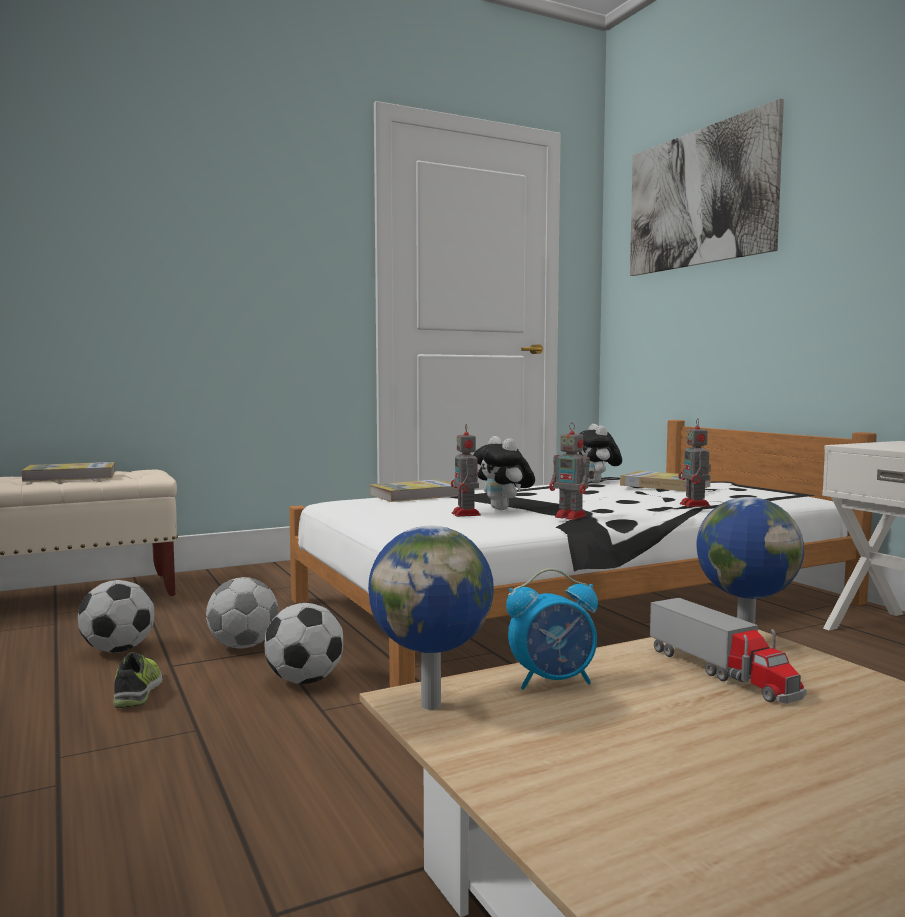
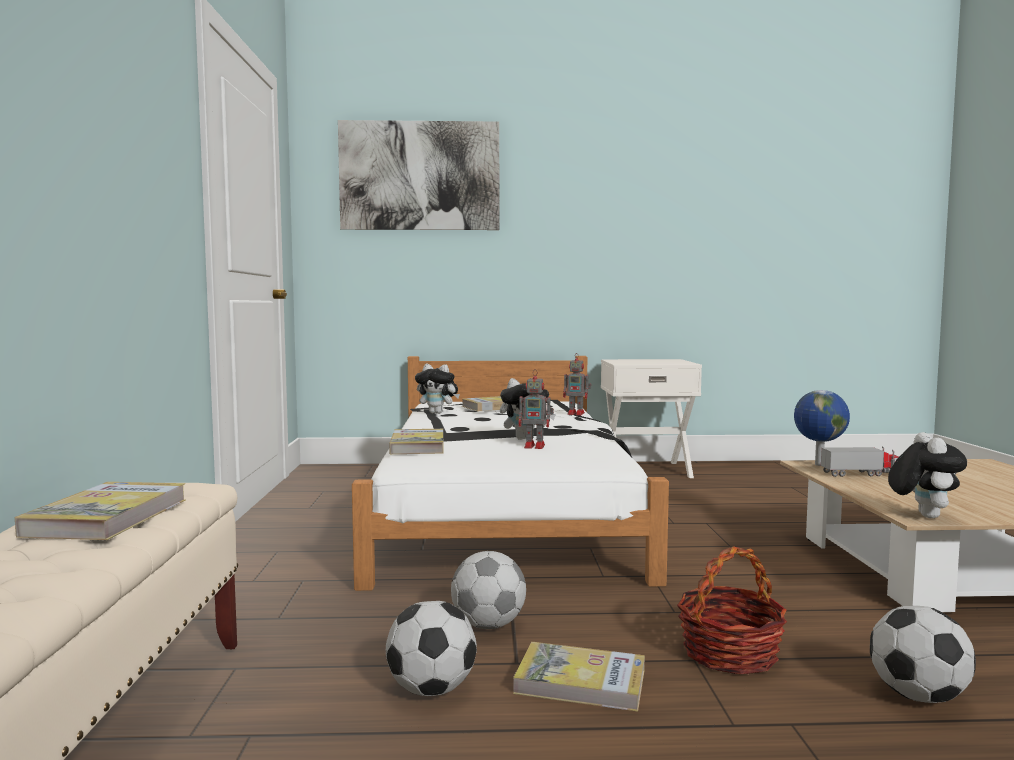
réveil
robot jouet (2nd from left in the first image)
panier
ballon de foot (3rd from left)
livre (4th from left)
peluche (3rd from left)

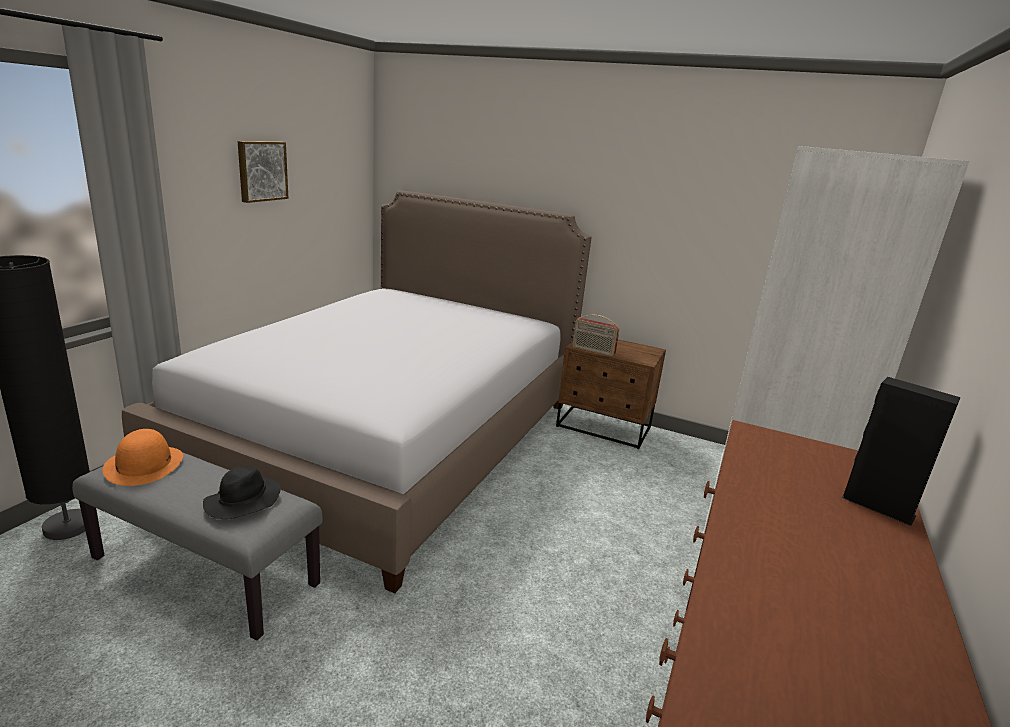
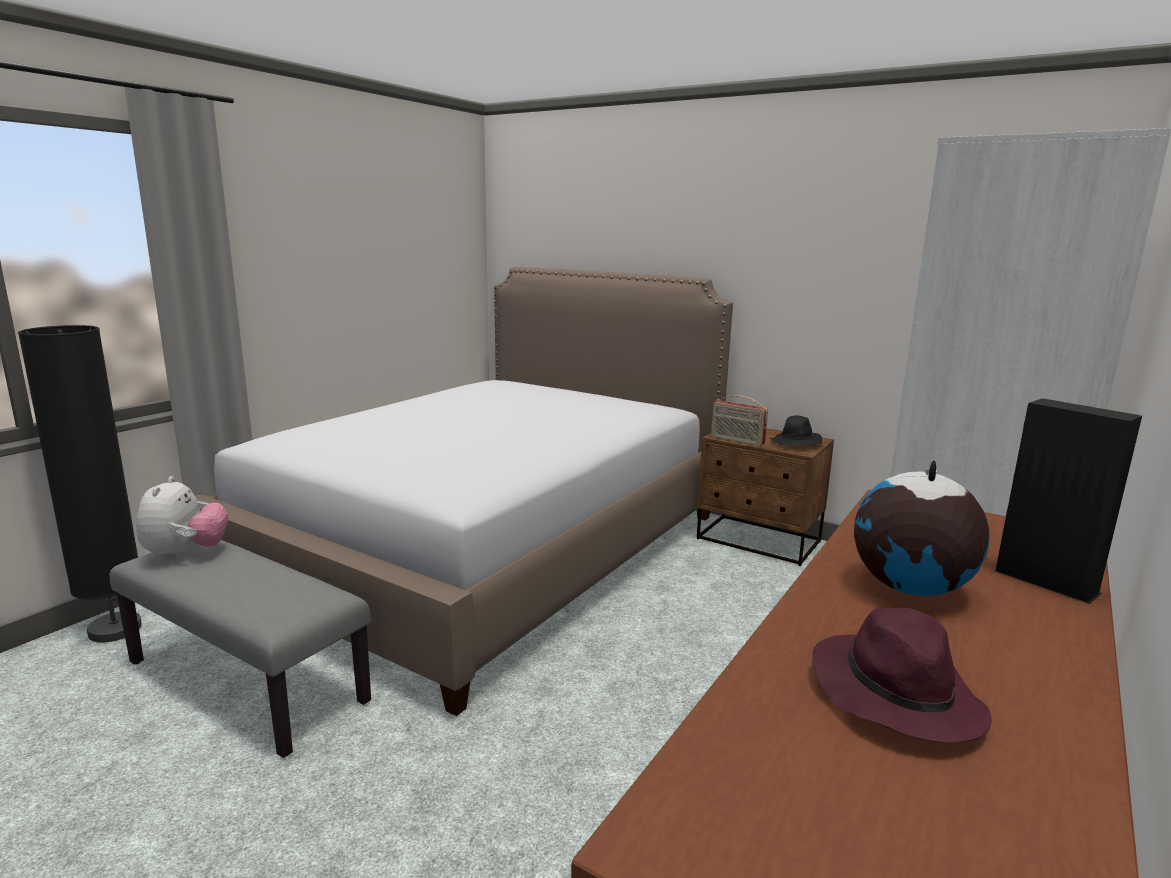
tableau
chapeau [violet]
globe
chapeau [noir]
peluche

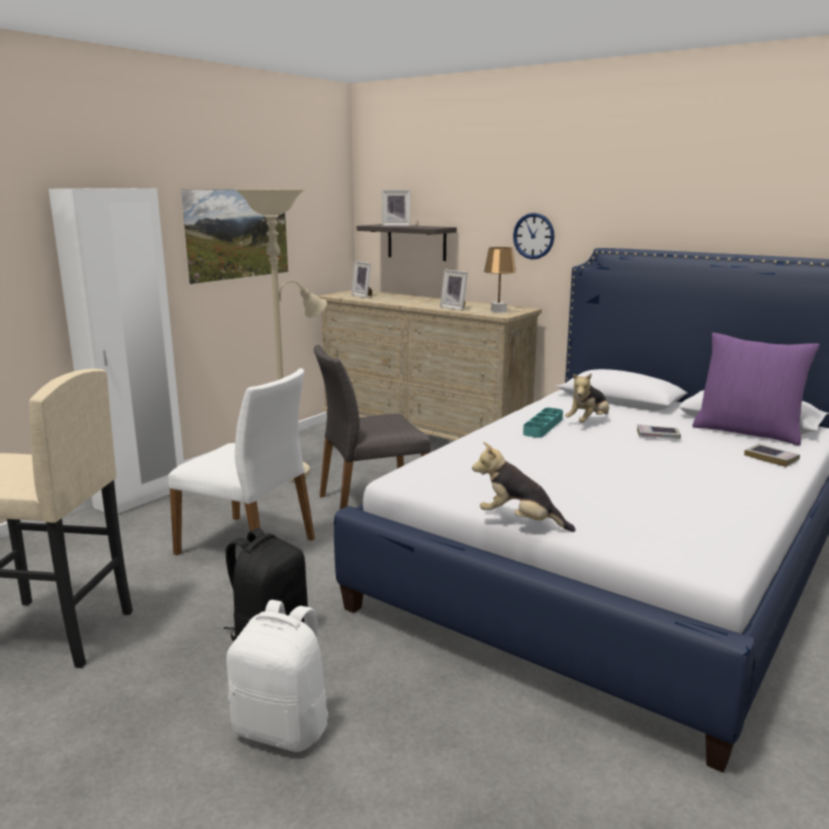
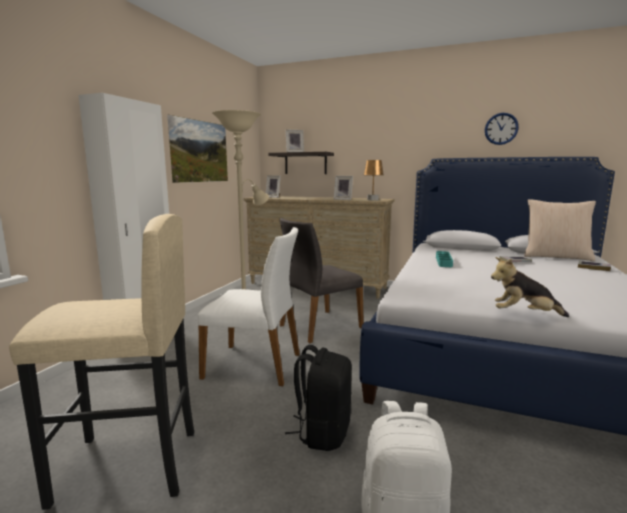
peluche (2nd from left in the first image)
horloge murale
coussin [beige]

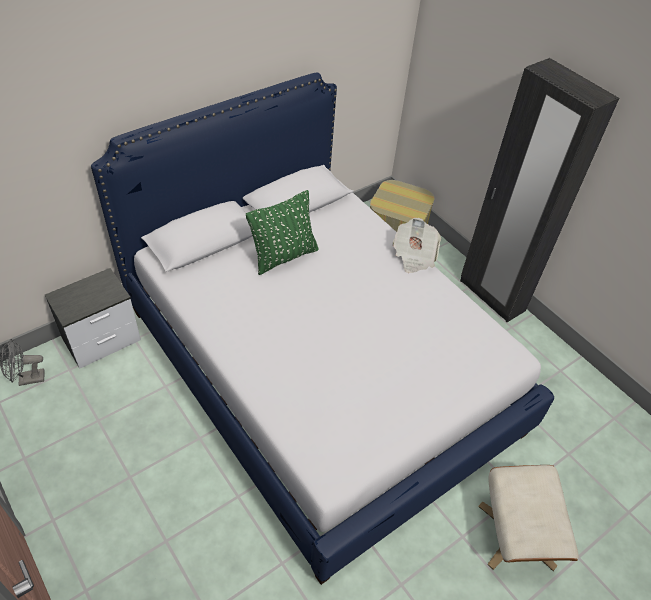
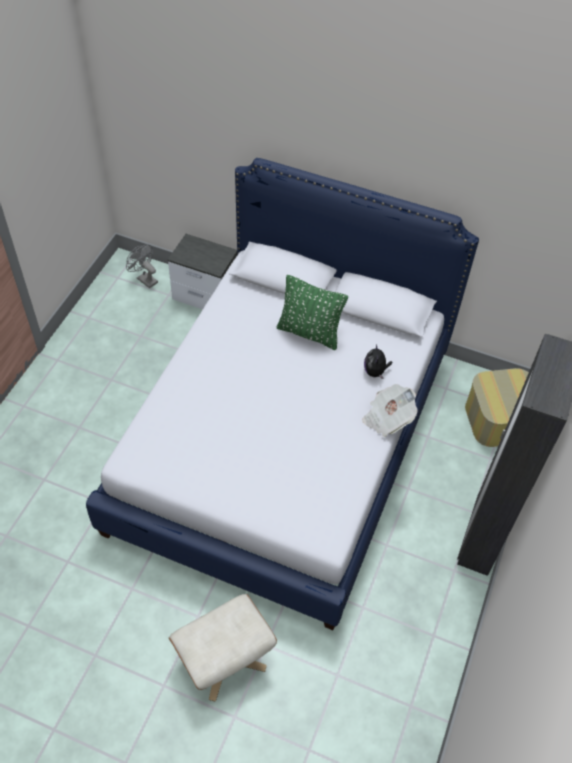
peluche

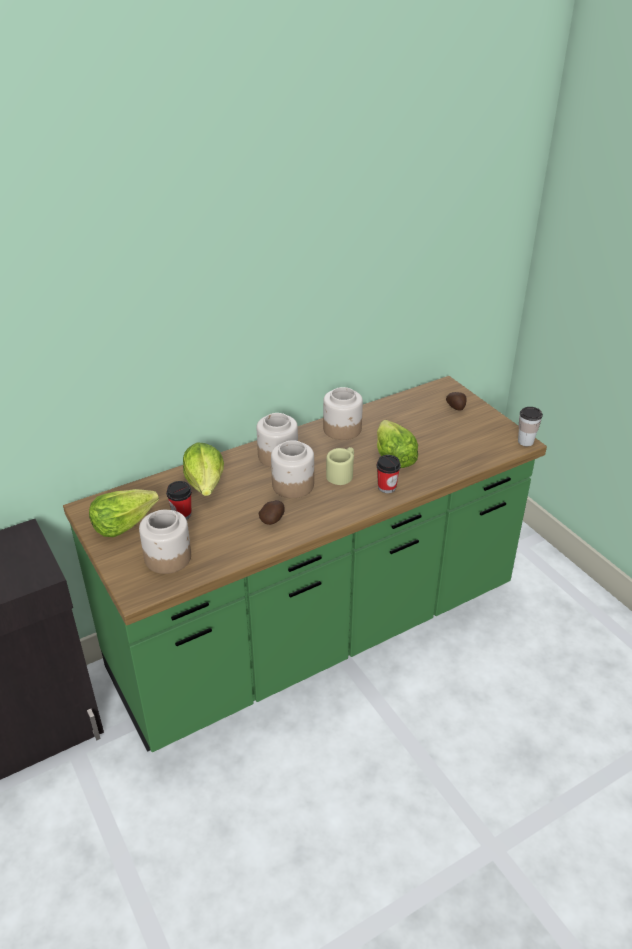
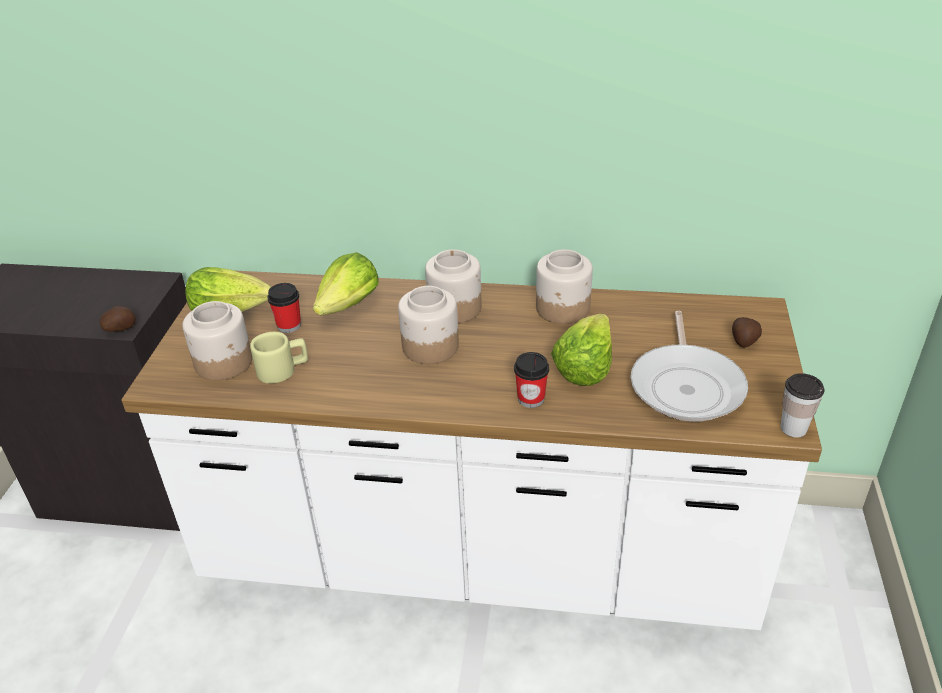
poêle
pomme de terre (1st from left)
mug [beige]
comptoir de cuisine [blanc]

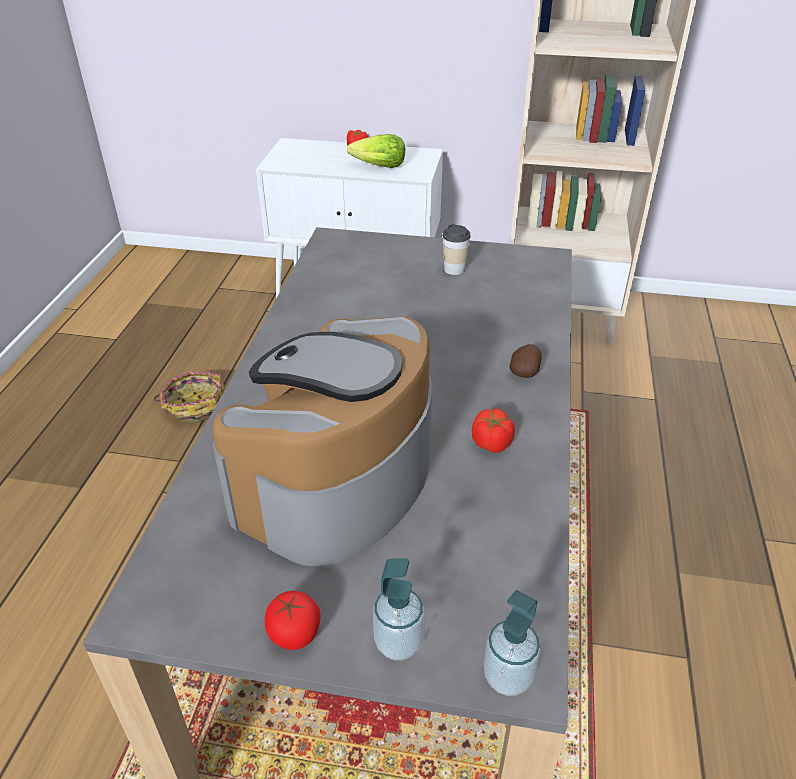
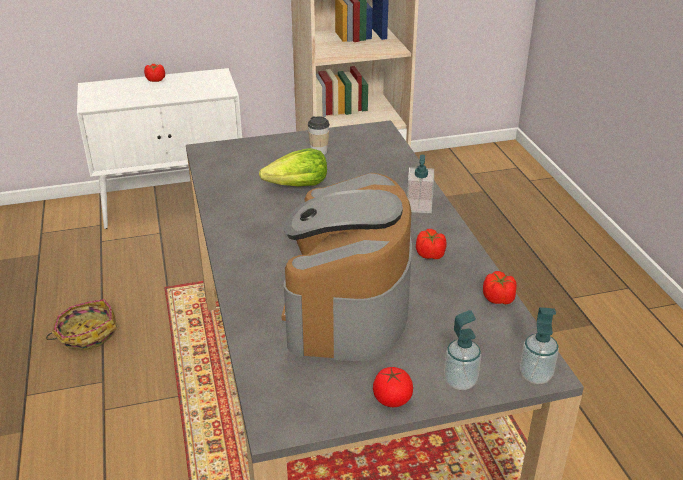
tomate (4th from left)
laitue
distributeur de savon (1st from left)

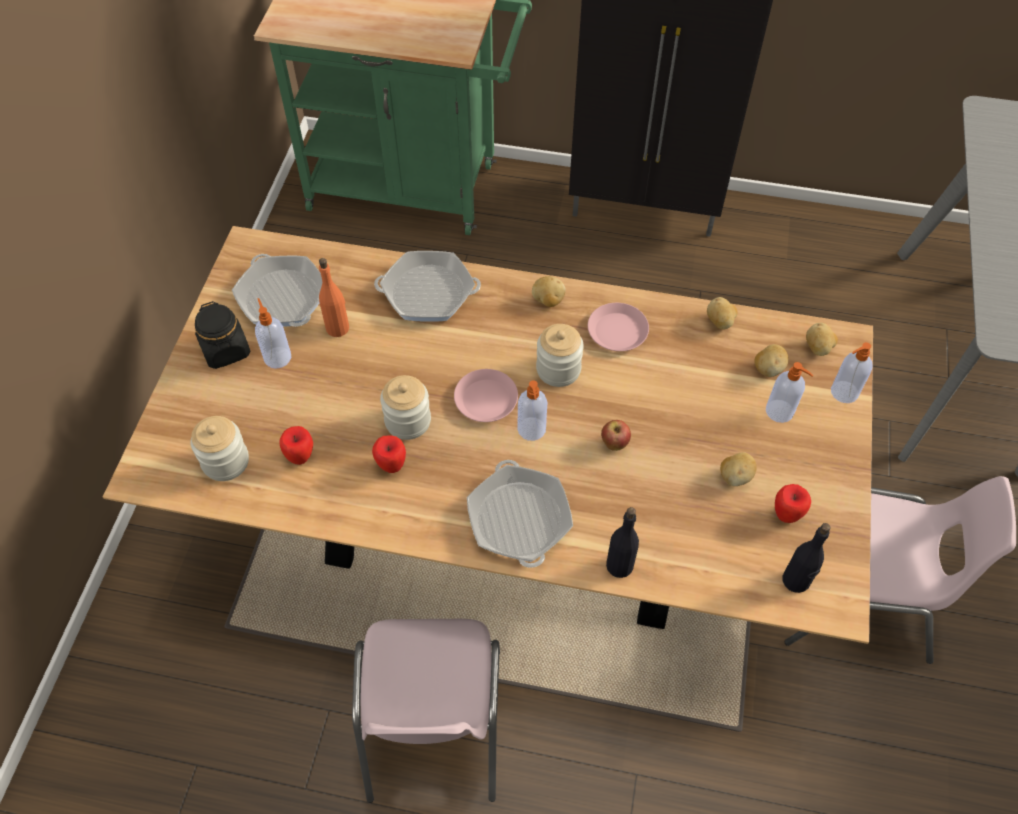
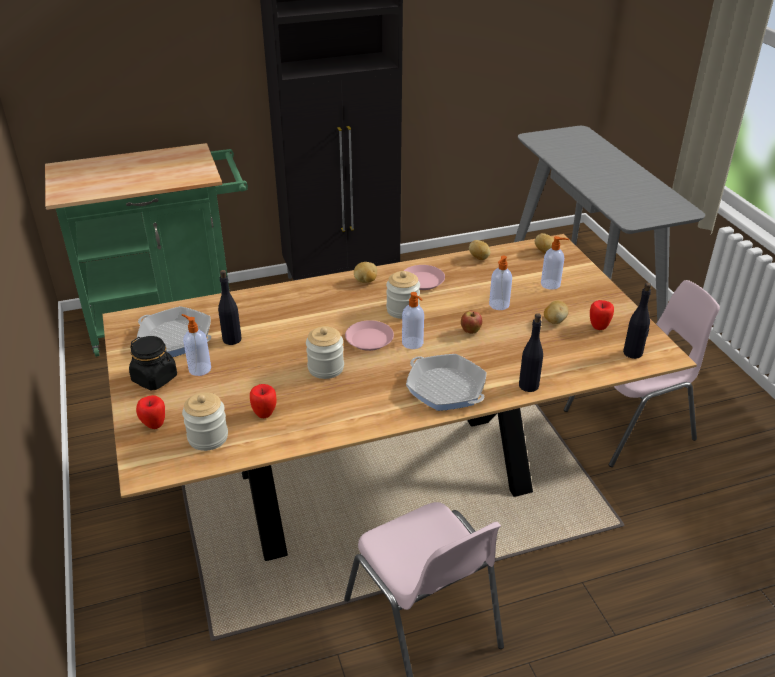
poêle (2nd from left in the first image)
pomme de terre (4th from left in the first image)
pomme (1st from left)
distributeur de savon (3rd from left)
bouteille [noir] (1st from left)

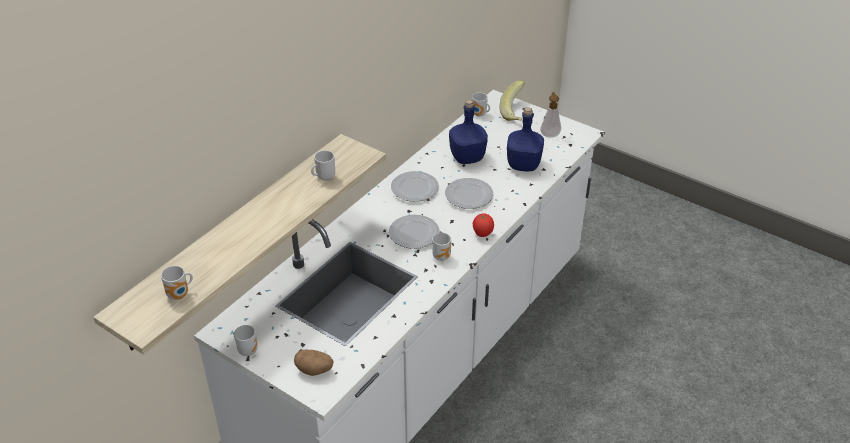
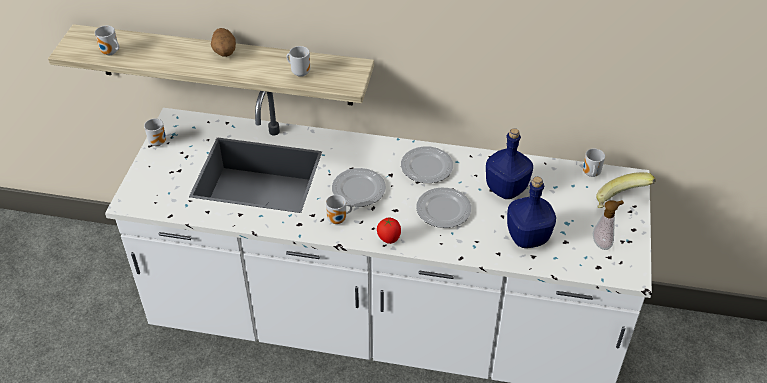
pomme de terre

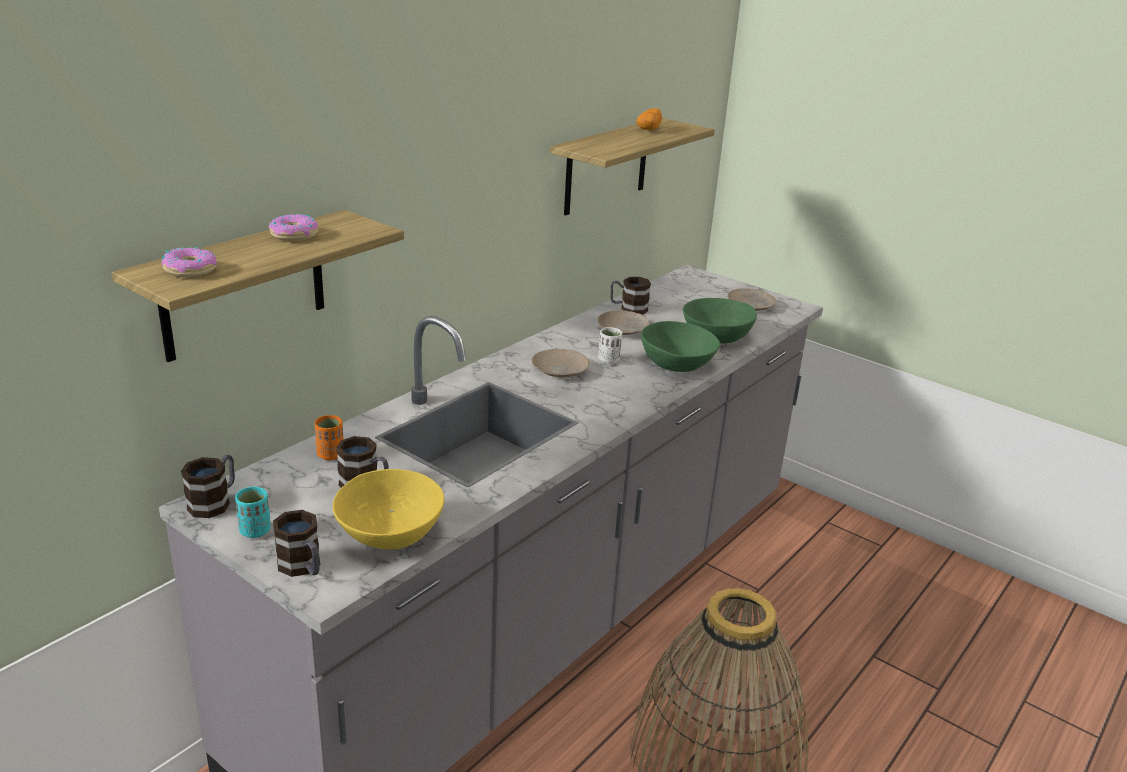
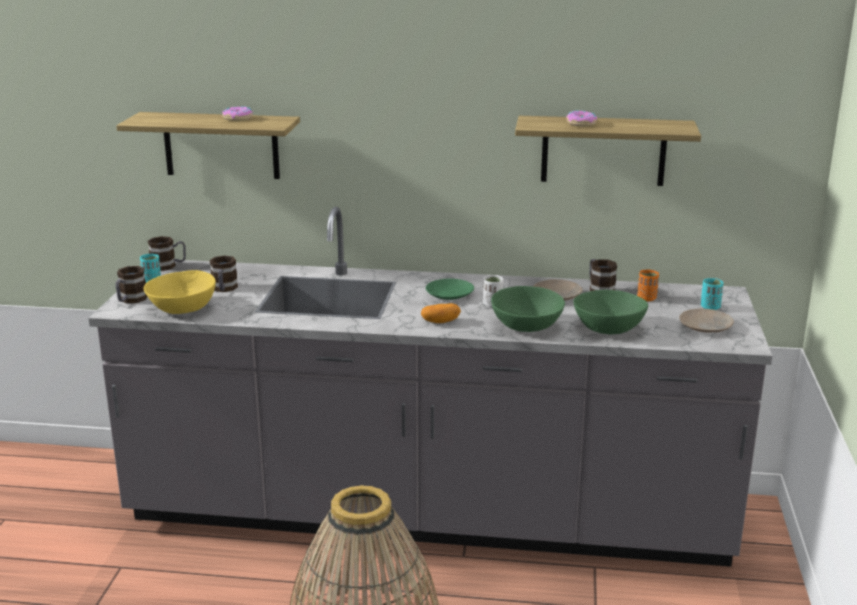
tasse [turquoise] (2nd from left)
beignet (2nd from left)
tasse [orange]
pomme de terre
assiette [vert]

